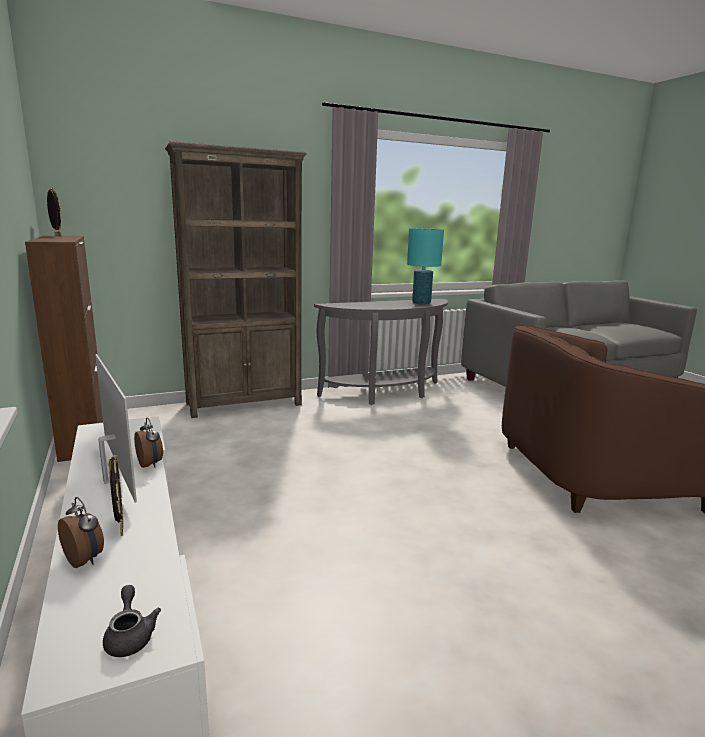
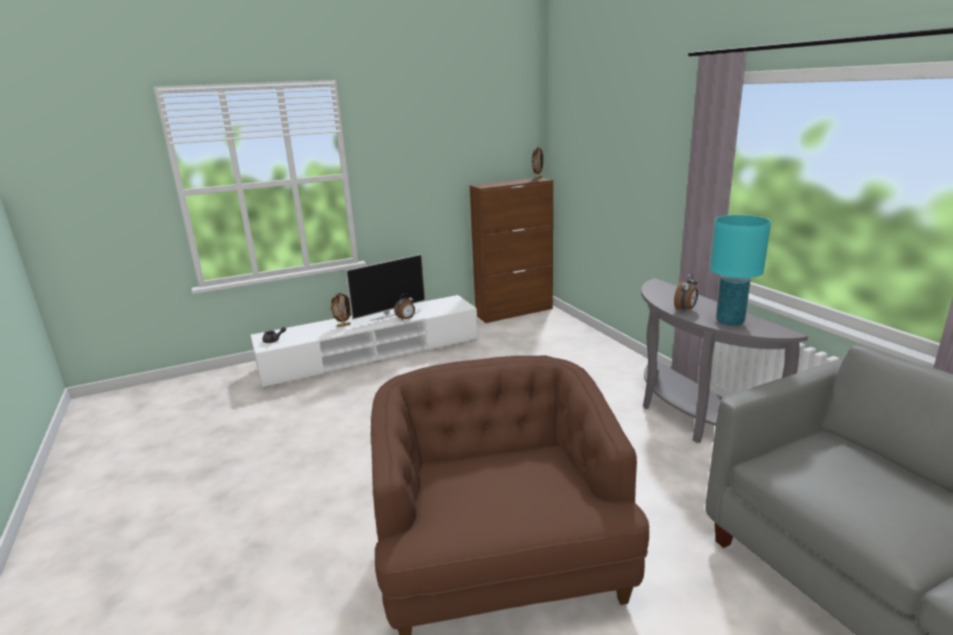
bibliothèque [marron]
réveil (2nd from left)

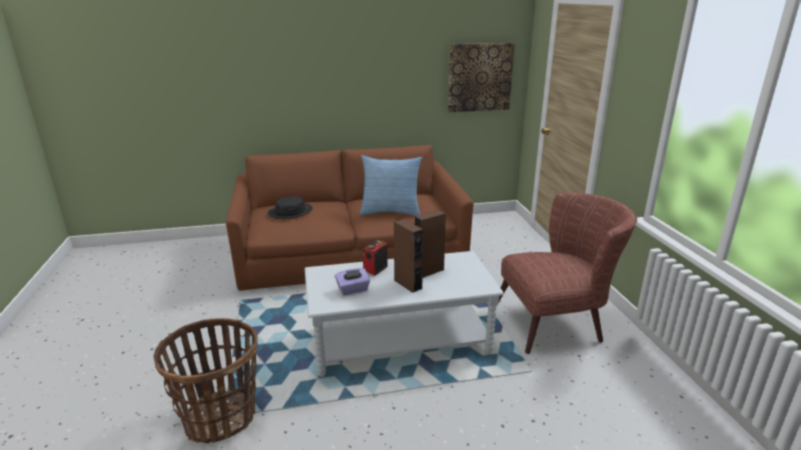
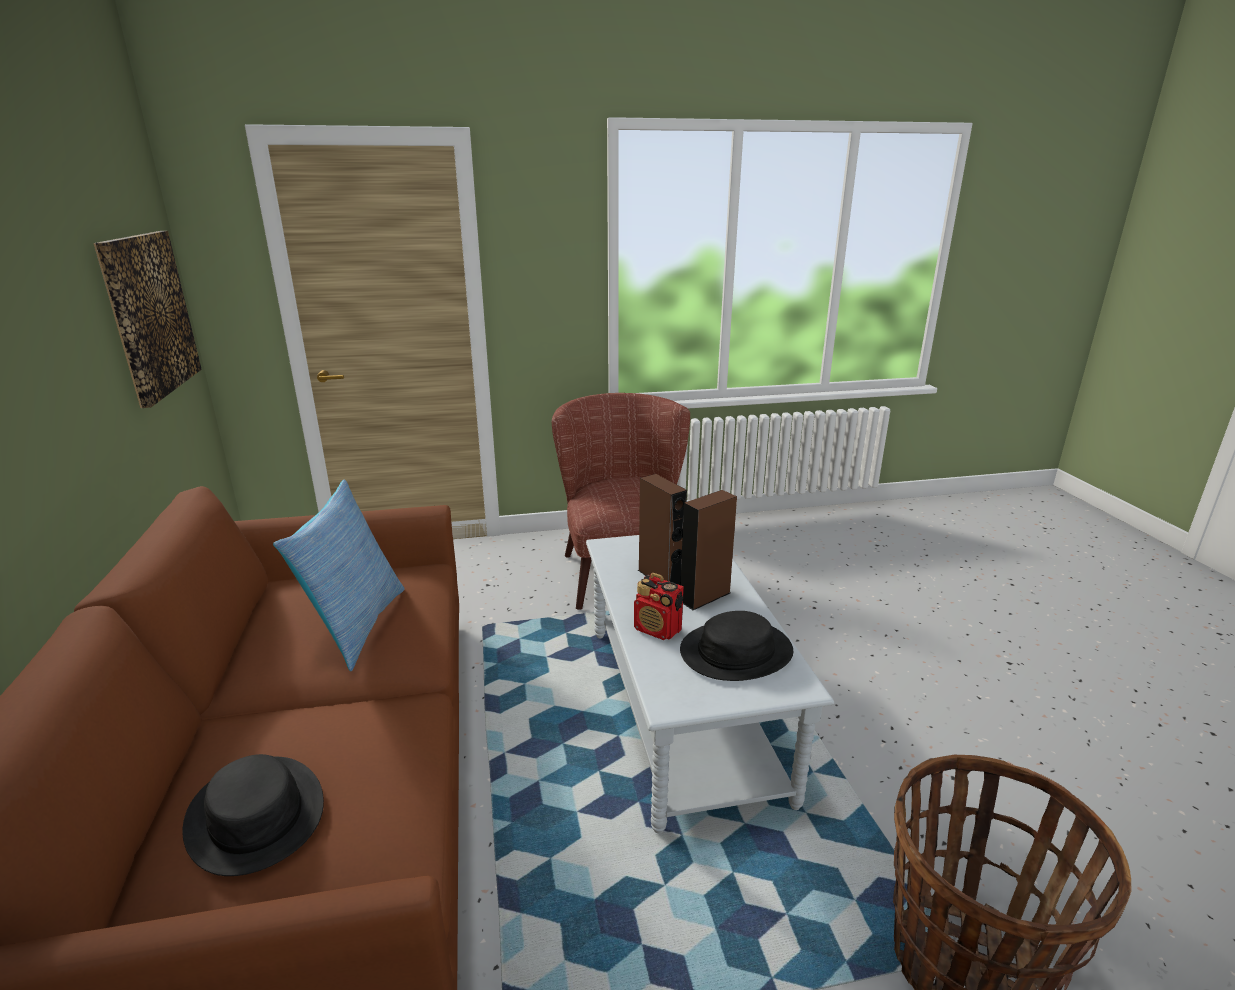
chapeau [noir] (2nd from left)

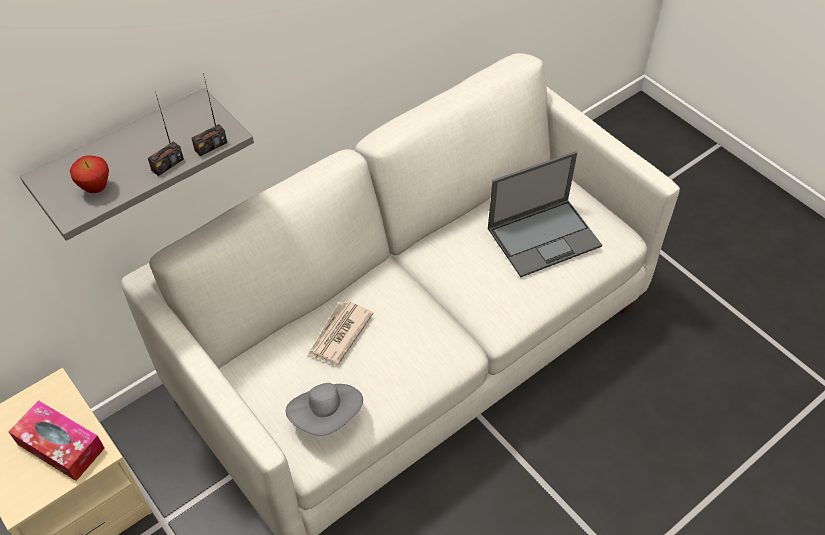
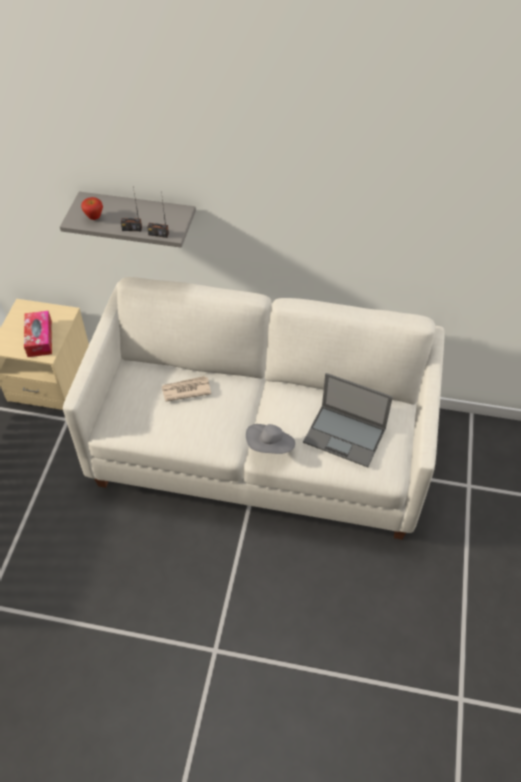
chapeau [gris]

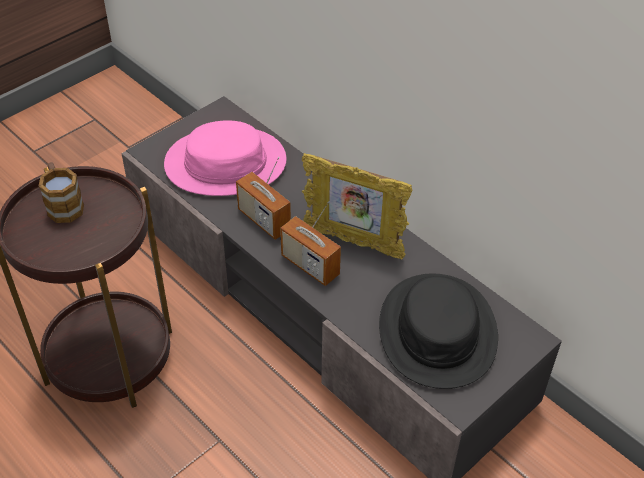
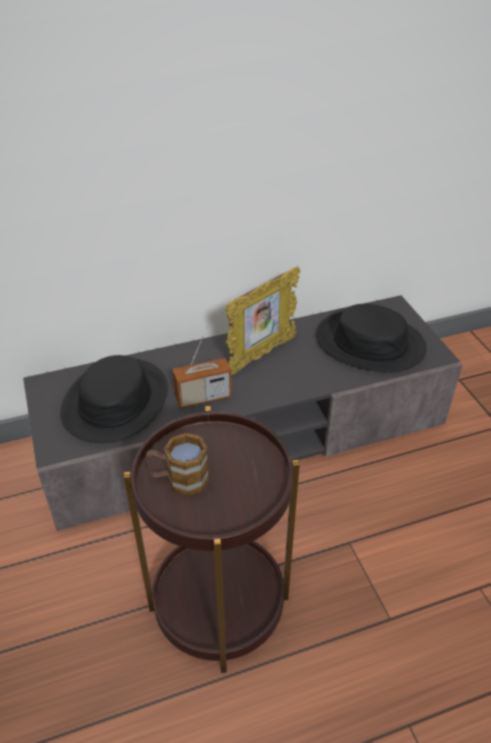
radio (2nd from left in the first image)
chapeau [noir] (1st from left)

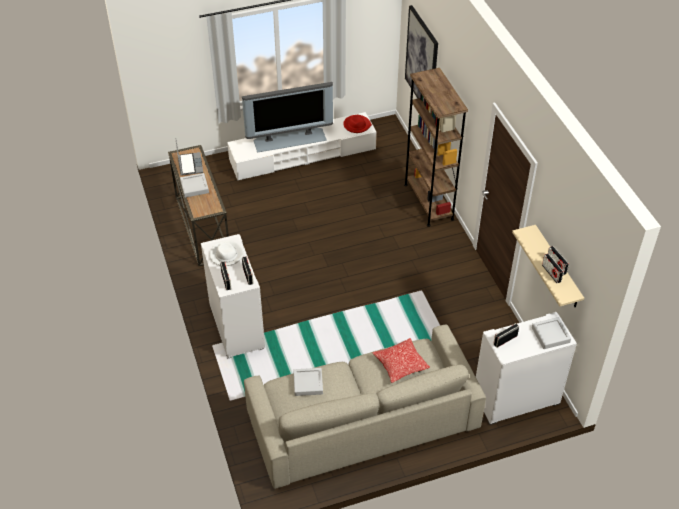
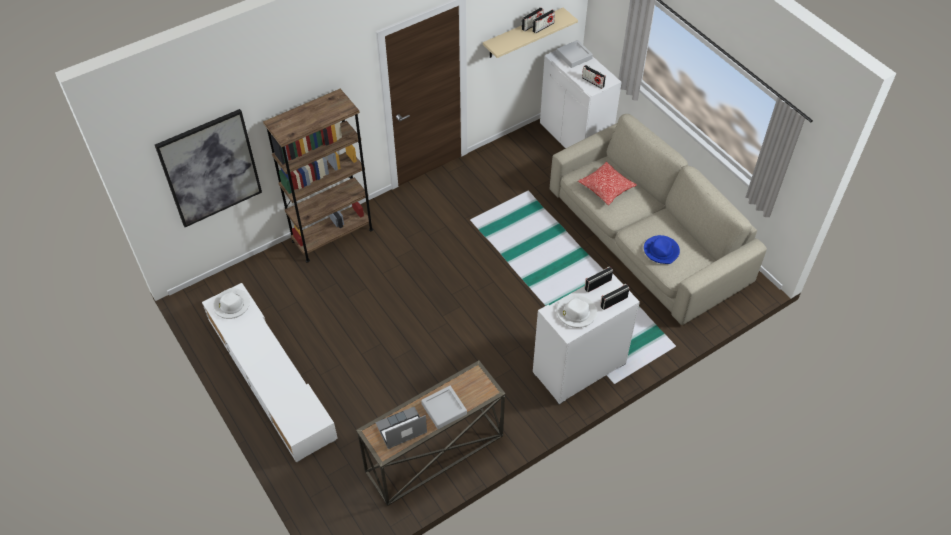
téléviseur
chapeau [bleu]
chapeau [blanc] (1st from left)

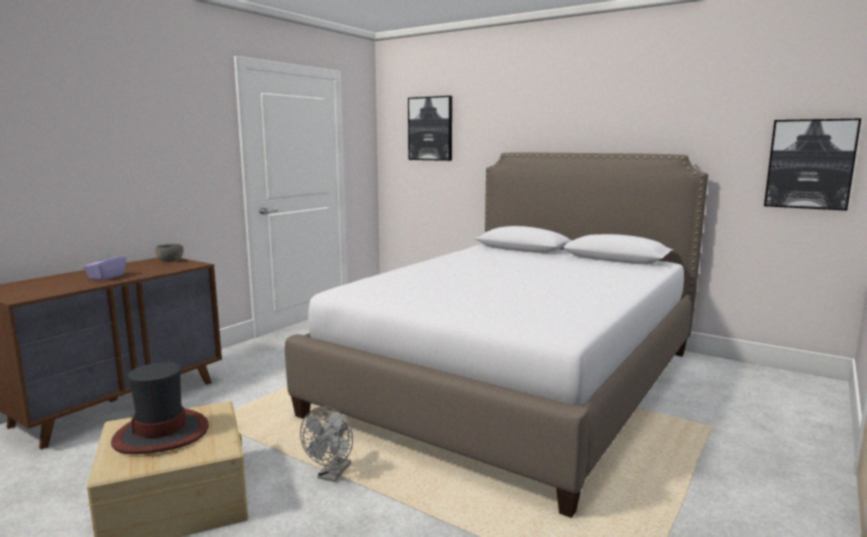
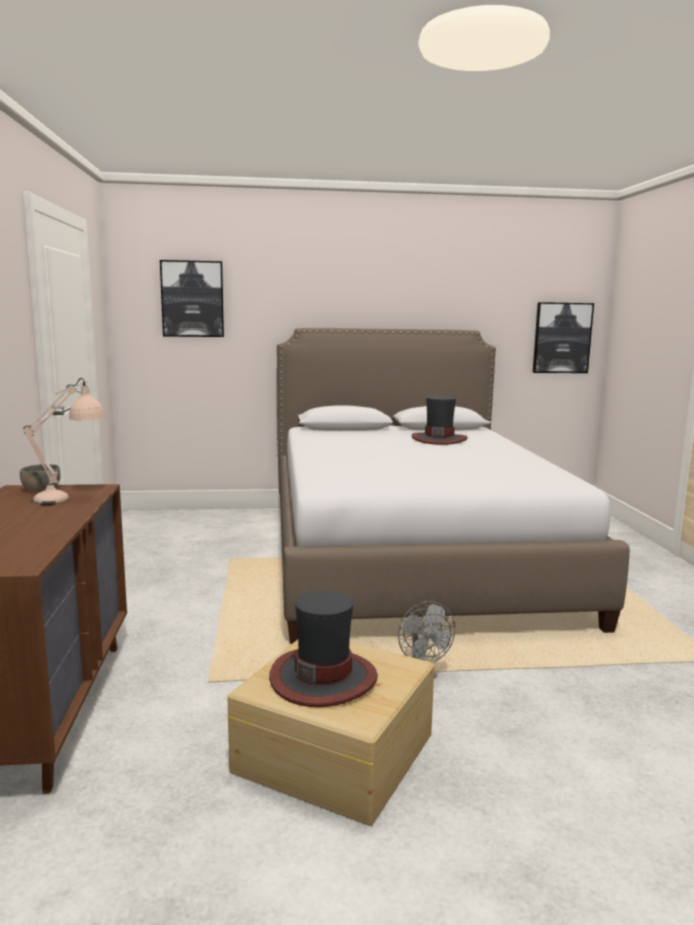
boîte à mouchoirs [violet]
lampe de table [beige]
chapeau (2nd from left)

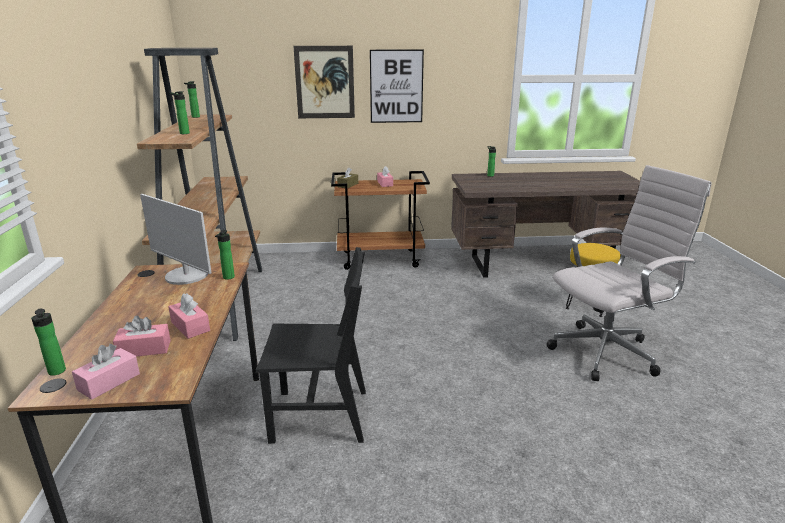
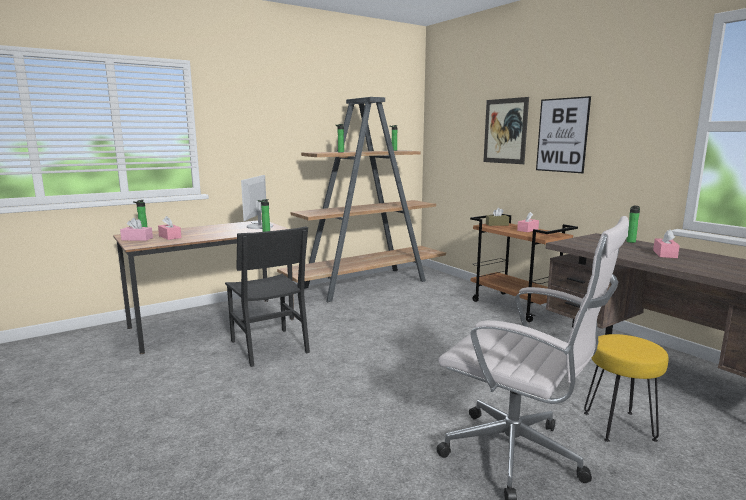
boîte à mouchoirs [rose] (4th from left)

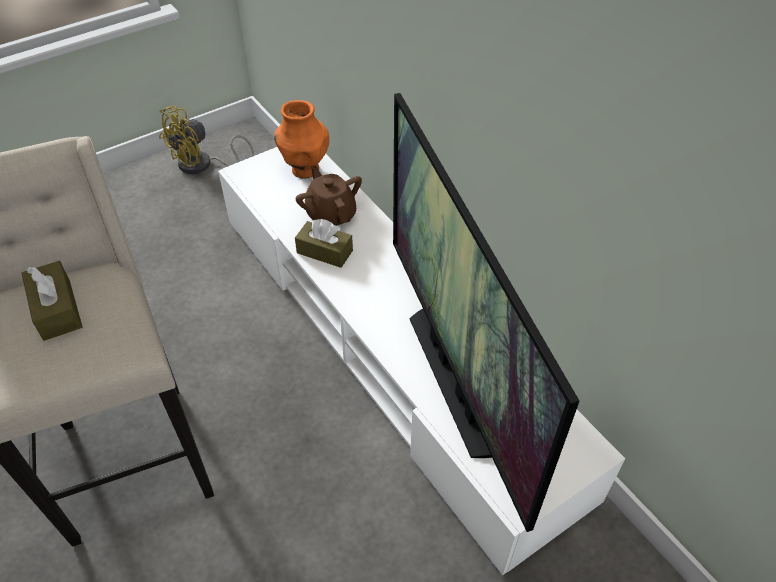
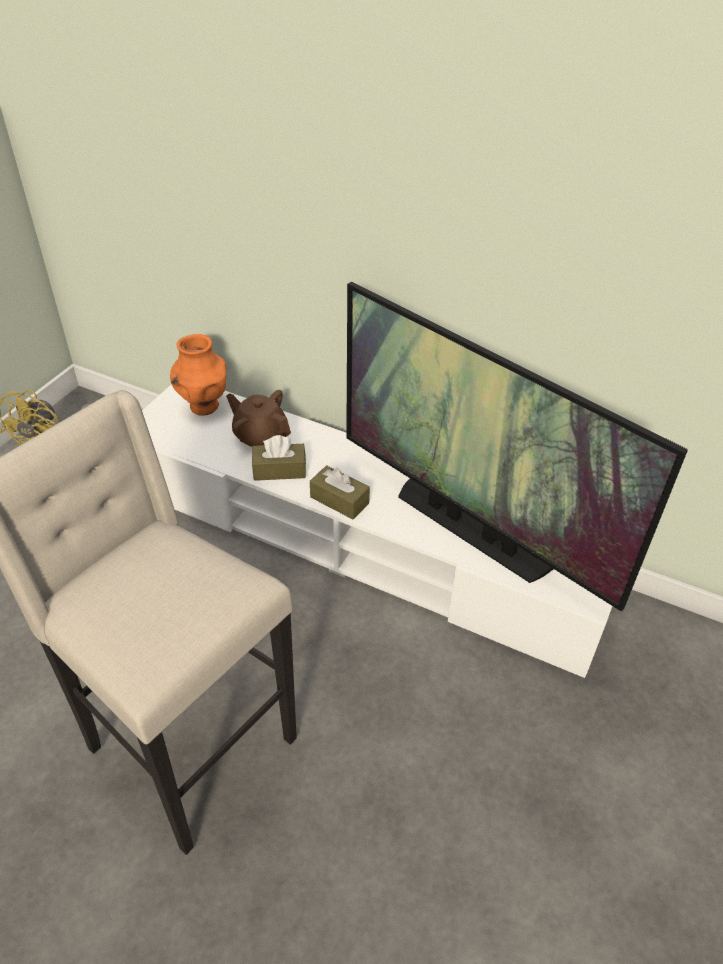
boîte à mouchoirs [marron] (2nd from left)

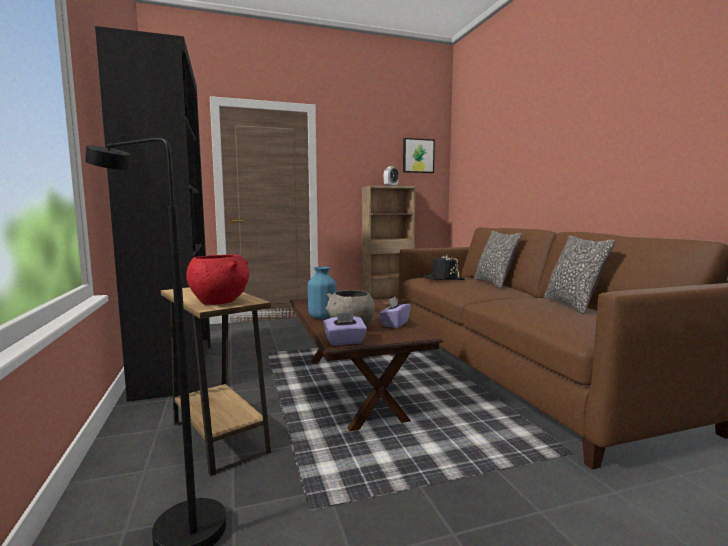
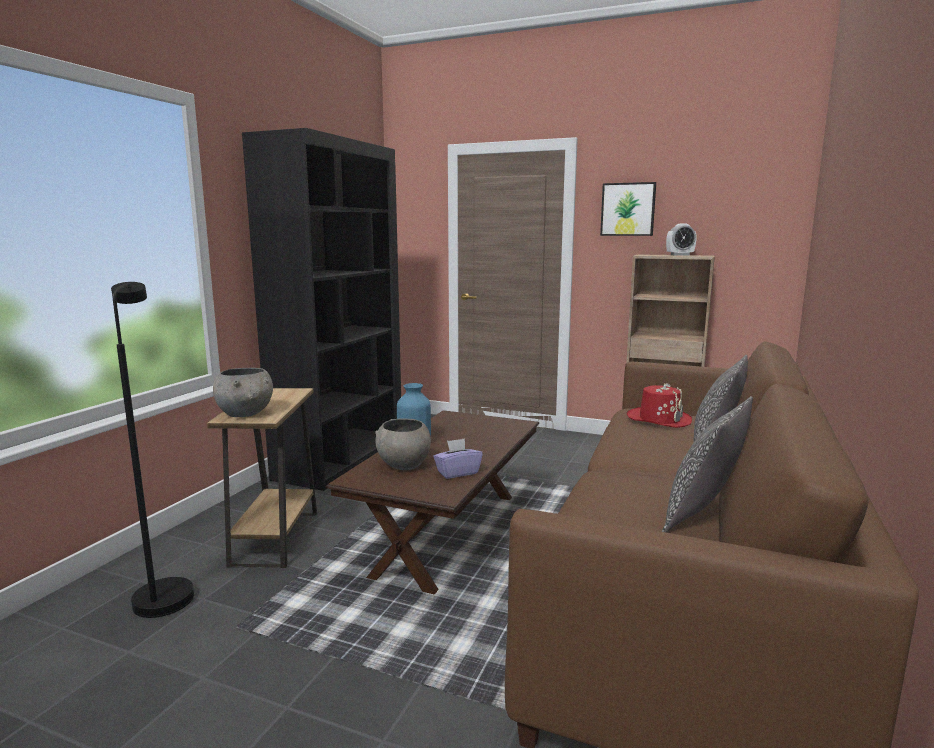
boîte à mouchoirs [violet] (1st from left in the first image)
tableau
bol [gris] (1st from left)
chapeau [rouge]

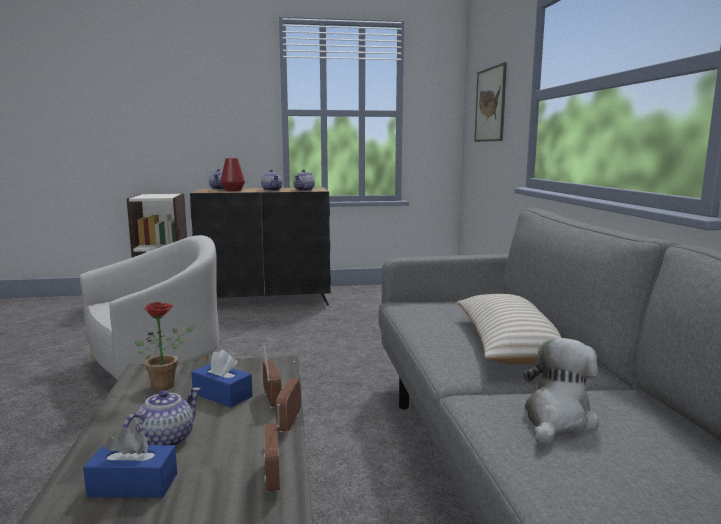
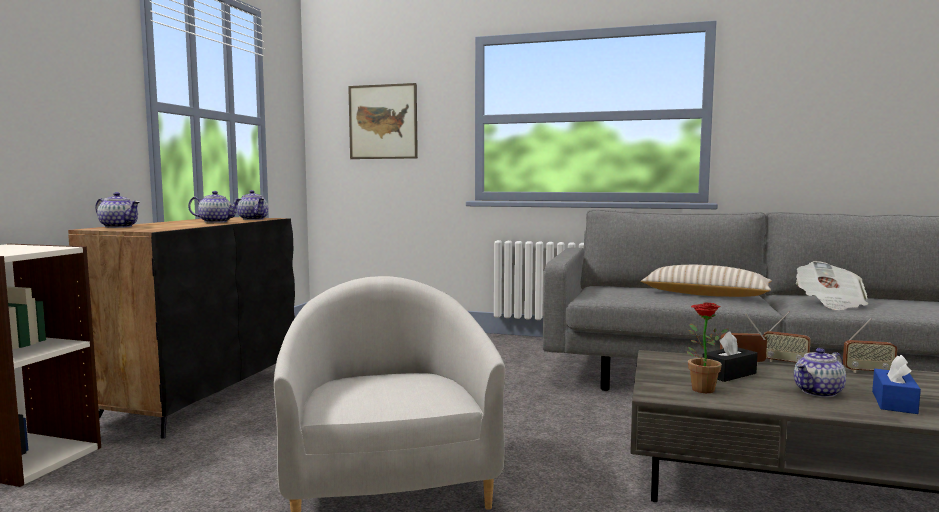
vase [rouge]
journal
boîte à mouchoirs [noir]
théière (4th from left)

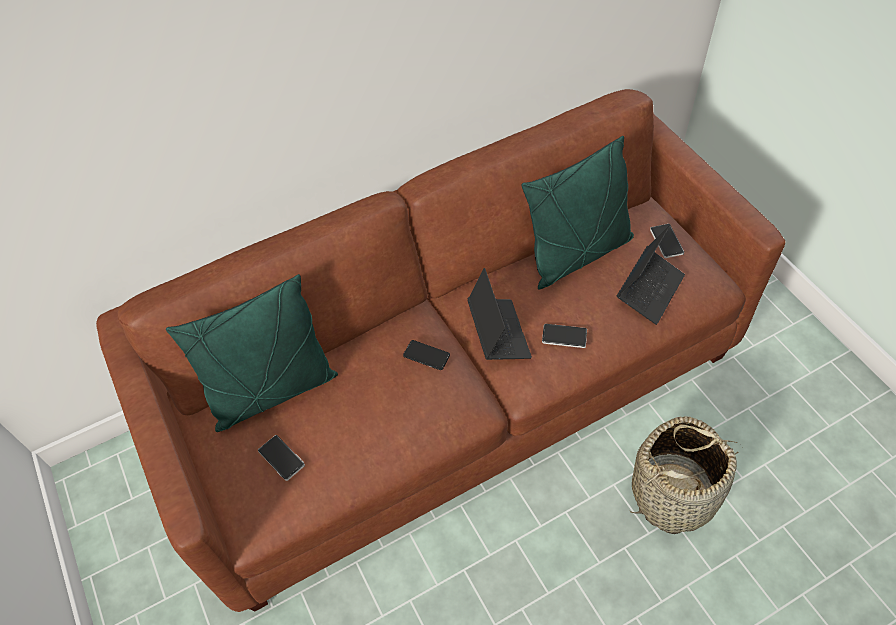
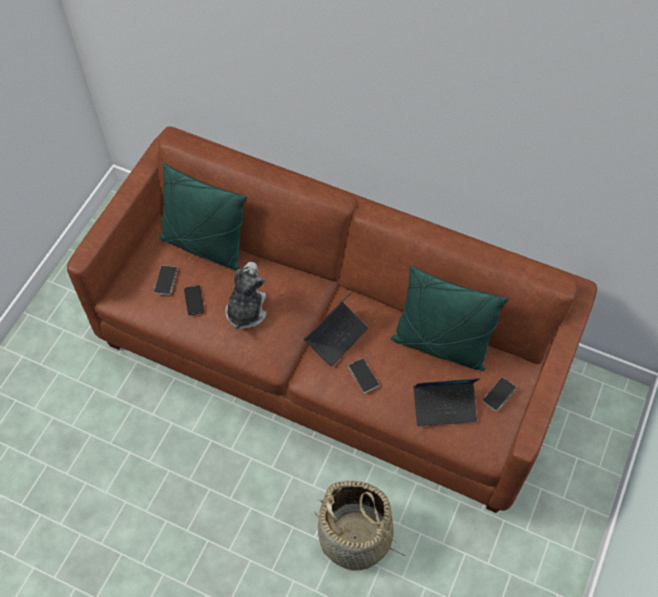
peluche
téléphone (2nd from left)

